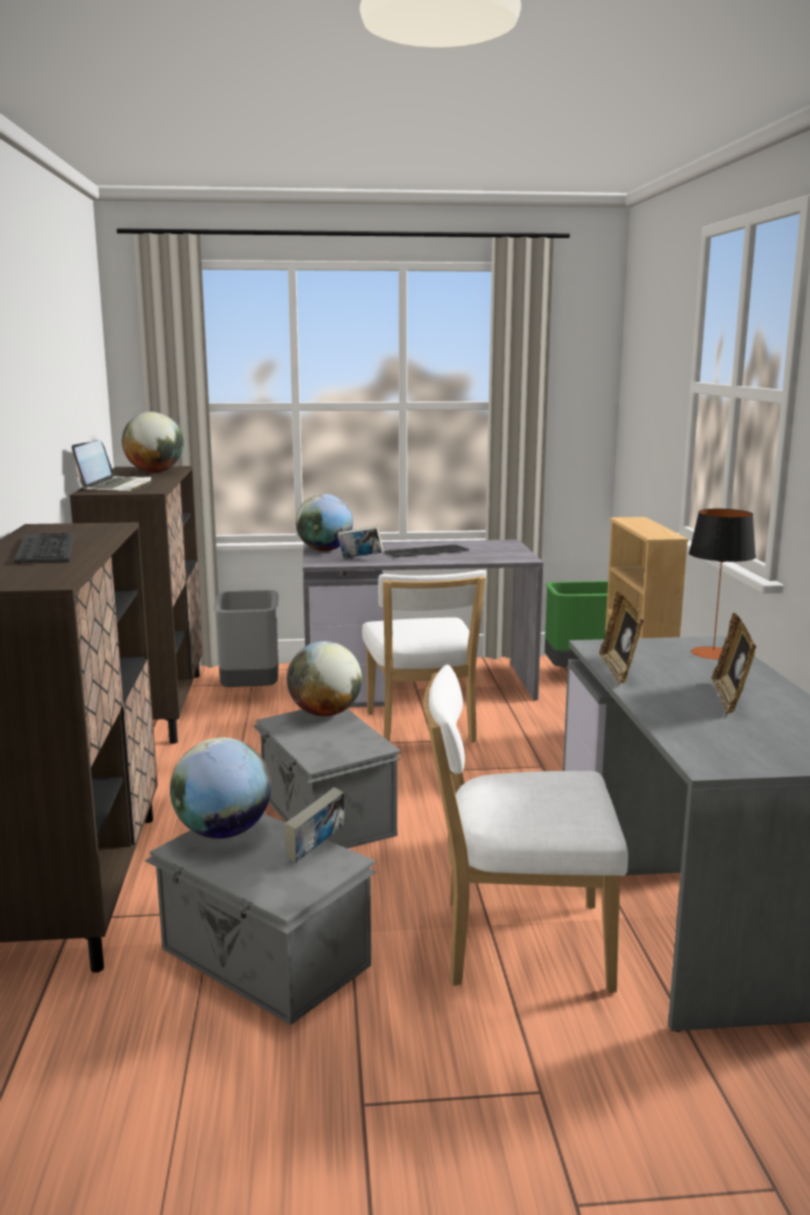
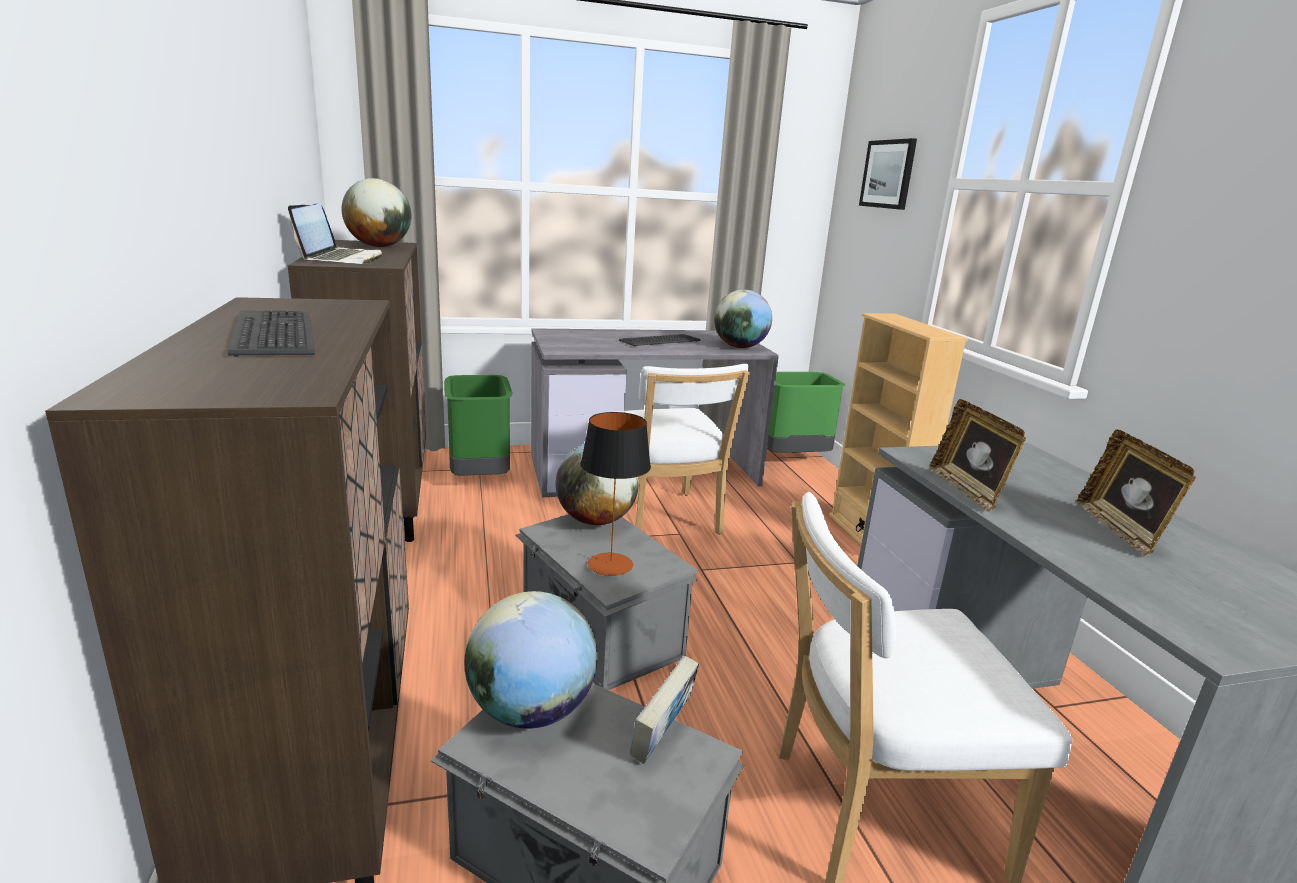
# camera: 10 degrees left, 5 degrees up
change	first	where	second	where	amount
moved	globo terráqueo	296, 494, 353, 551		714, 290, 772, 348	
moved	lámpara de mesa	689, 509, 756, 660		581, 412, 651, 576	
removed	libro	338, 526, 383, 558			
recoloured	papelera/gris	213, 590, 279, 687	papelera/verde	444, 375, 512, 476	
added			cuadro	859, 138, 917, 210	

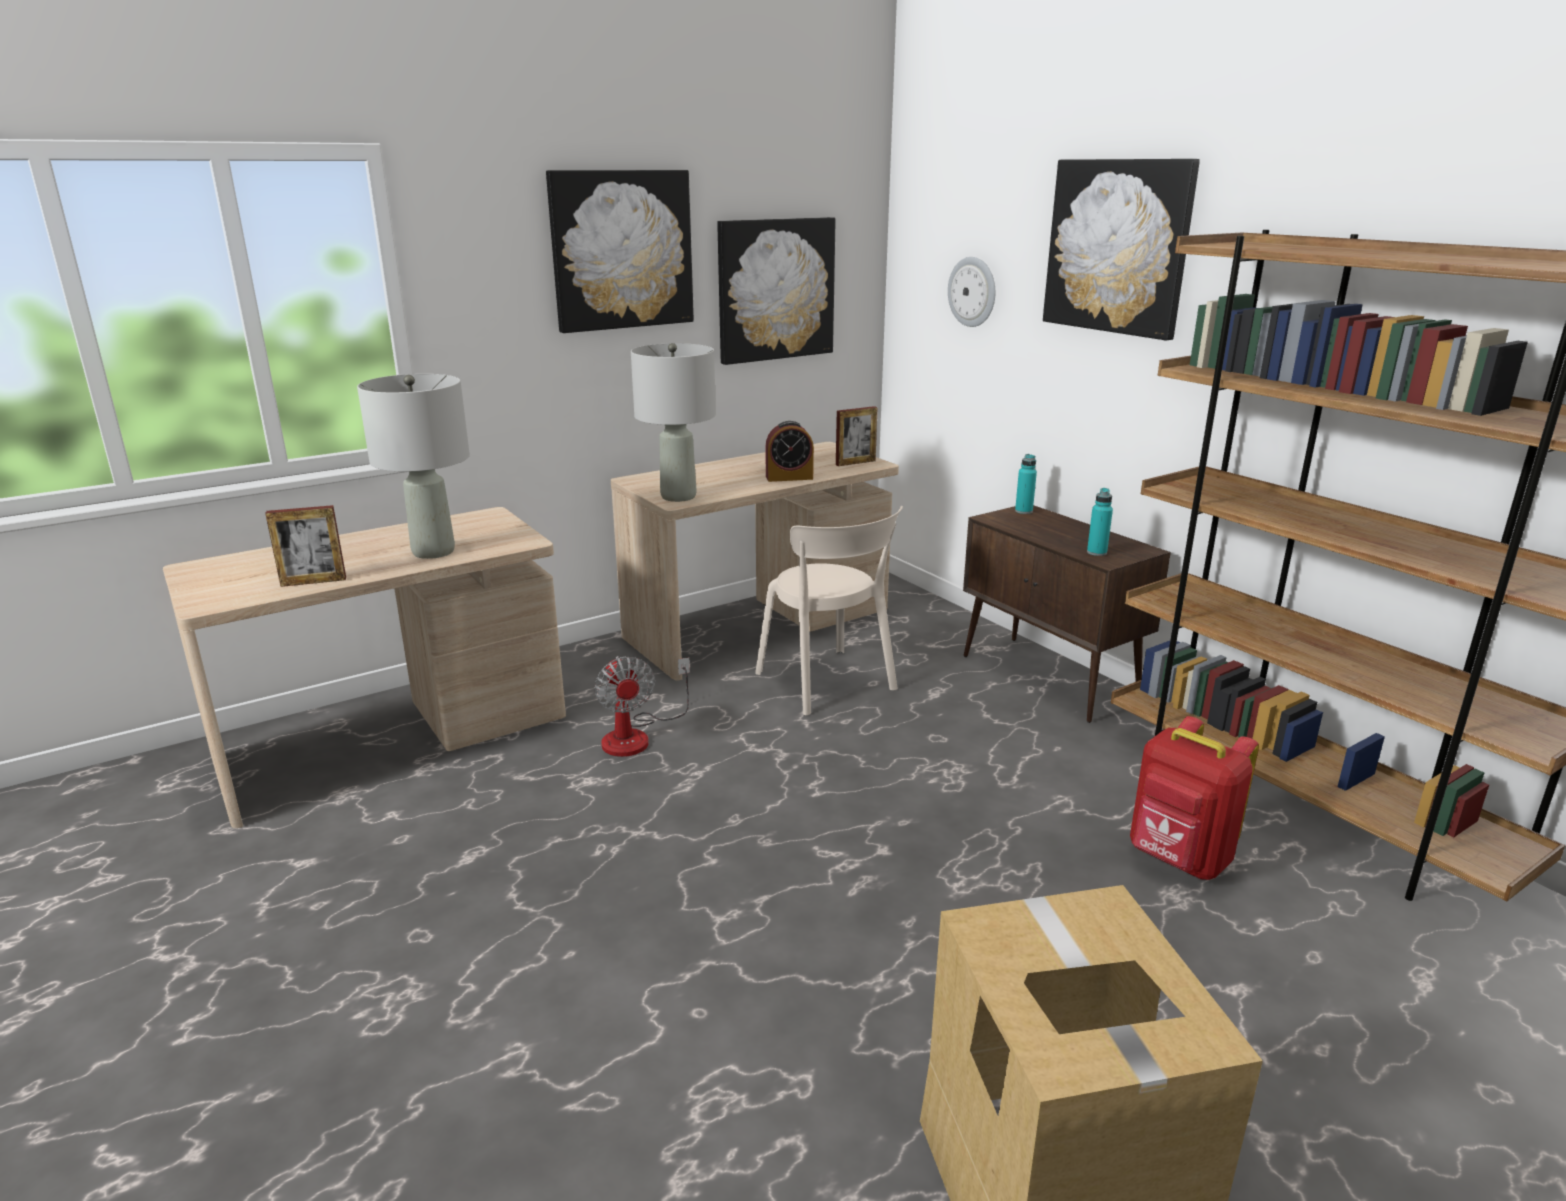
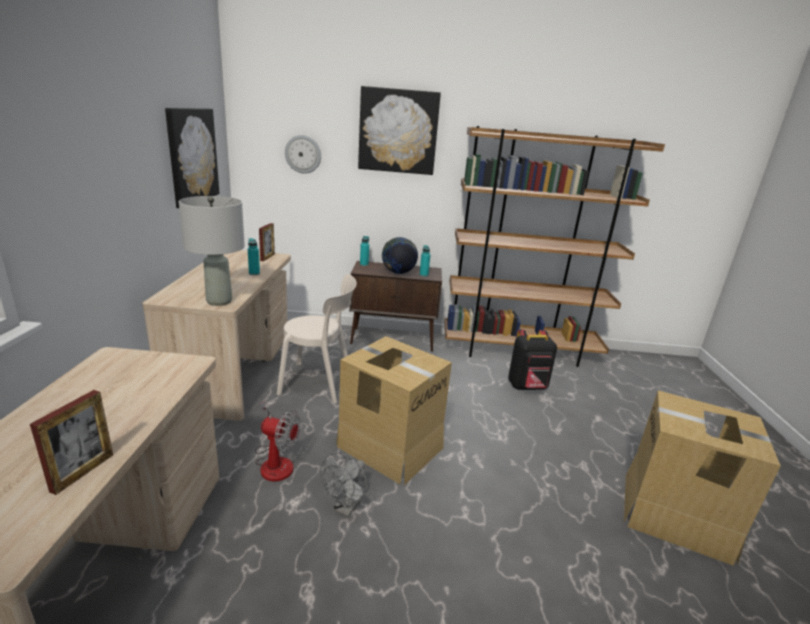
# camera: 55 degrees left, 0 degrees up
change	first	where	second	where	amount
removed	cuadro	546, 170, 694, 333			
removed	lámpara de mesa/gris	357, 374, 470, 559			
replaced	despertador	765, 421, 814, 482	botella/turquesa	248, 238, 260, 275	
recoloured	mochila/rojo	1130, 716, 1259, 880	mochila/negro	508, 329, 557, 390	
added			globo terráqueo	382, 237, 418, 274	
added			caja de cartón	336, 336, 452, 485	
added			ventilador/gris	320, 452, 367, 517	

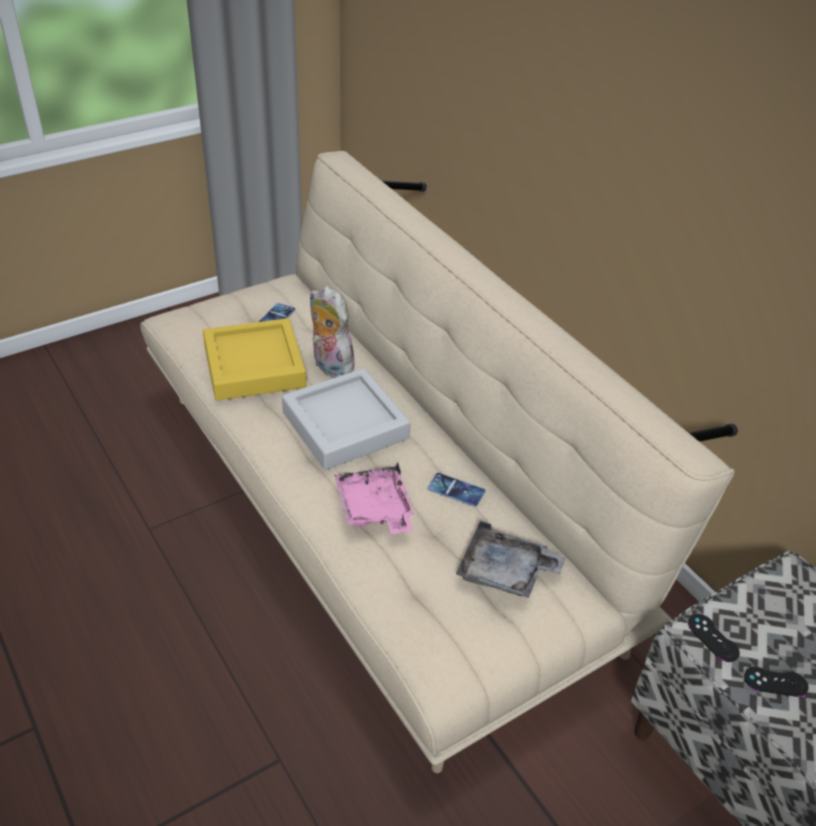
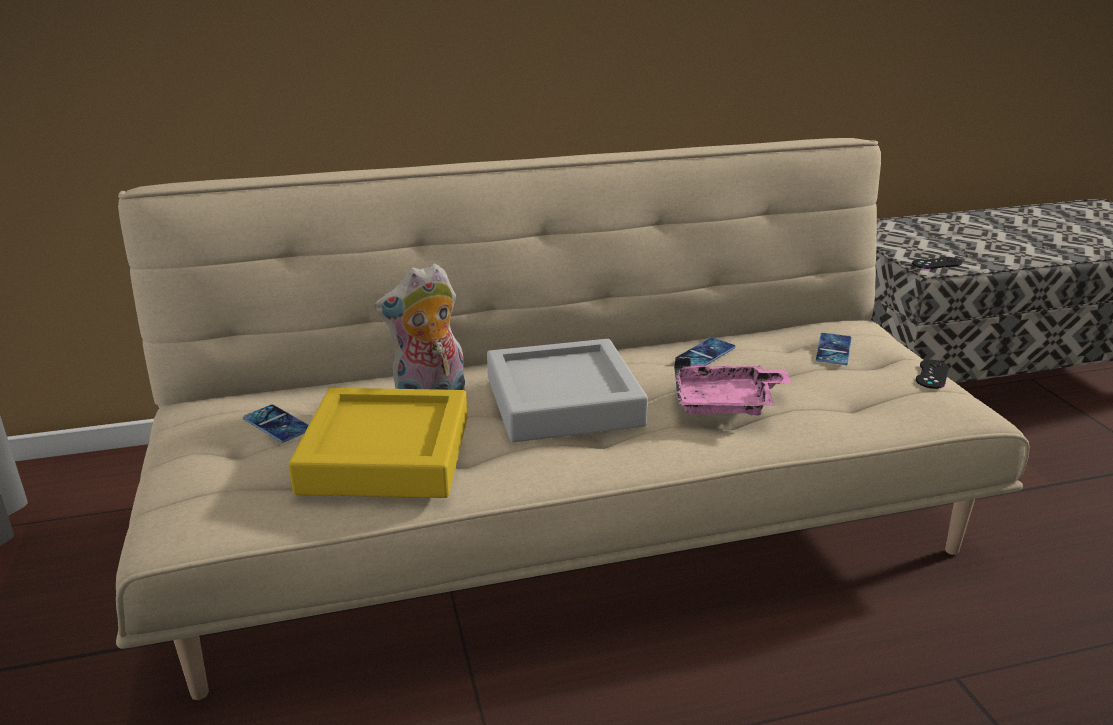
# camera: 70 degrees left, 15 degrees down
change	first	where	second	where	amount
replaced	bandeja/gris	456, 521, 566, 598	móvil	815, 333, 852, 365	
moved	mando de consola/negro	744, 667, 809, 697		916, 359, 949, 389	

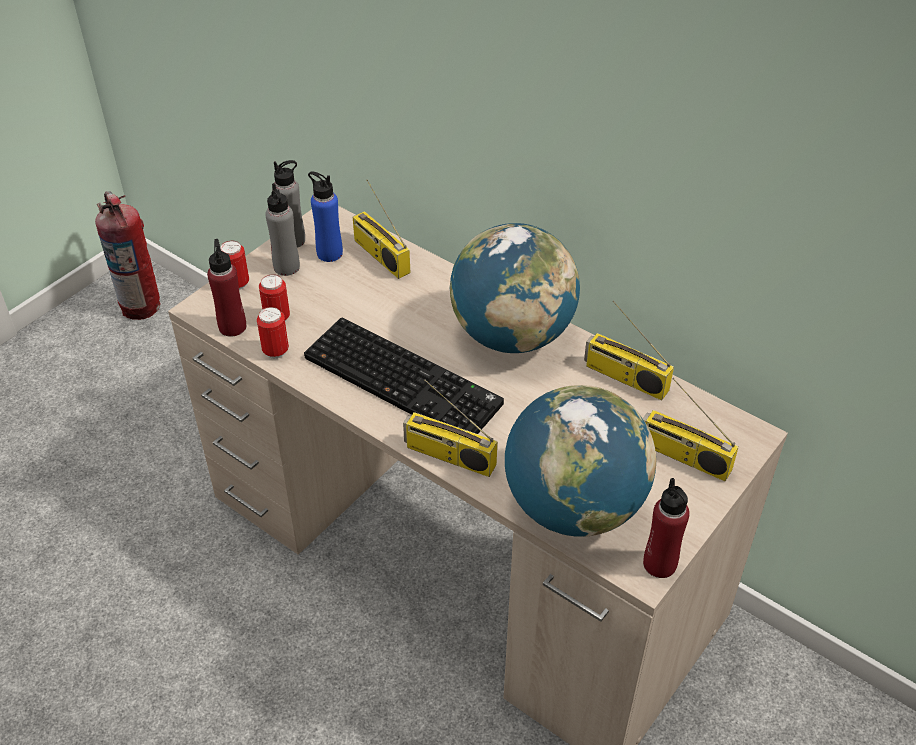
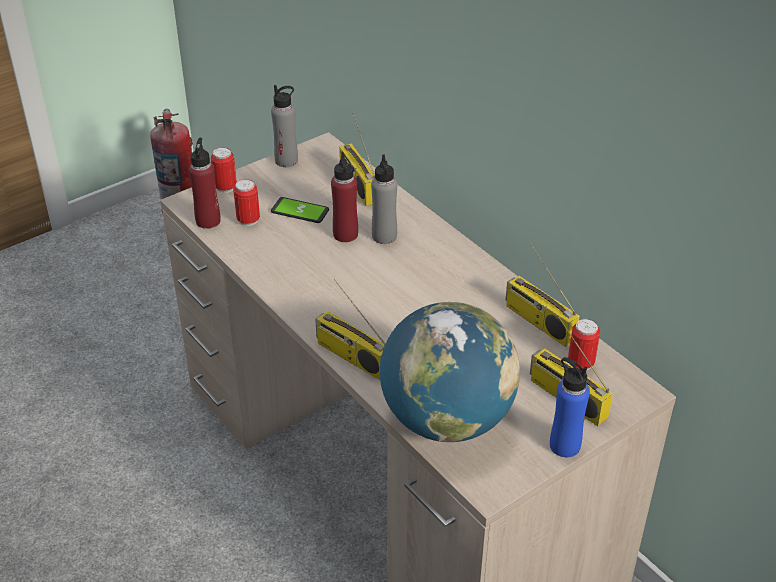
# camera: 15 degrees right, 5 degrees down
change	first	where	second	where	amount
moved	botella/azul	308, 171, 343, 262		550, 357, 590, 457	
moved	botella/gris	265, 183, 300, 276		371, 154, 397, 244	
removed	globo terráqueo	450, 223, 580, 353			
moved	lata	257, 307, 289, 359		568, 319, 600, 370	
removed	teclado	304, 318, 504, 434			
moved	botella/rojo	643, 478, 690, 578		331, 153, 358, 242	
added			móvil	271, 197, 329, 223	

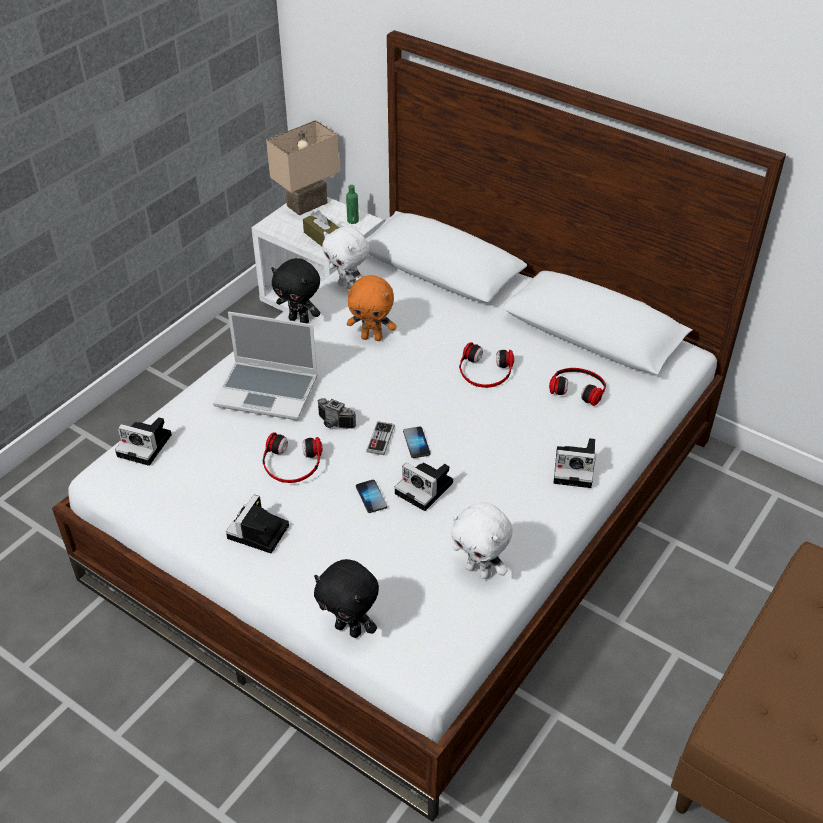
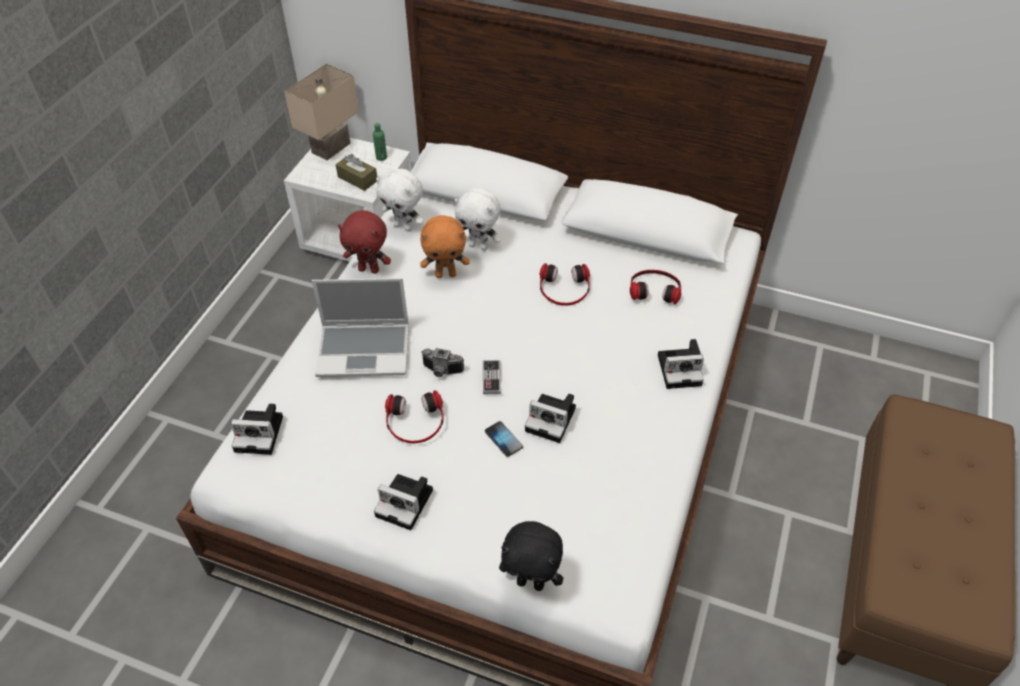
# camera: 15 degrees left, 5 degrees up
change	first	where	second	where	amount
recoloured	peluche/negro	271, 258, 320, 323	peluche/rojo	338, 210, 391, 274	
removed	móvil	403, 427, 431, 458			
turned	cámara	226, 495, 289, 553		374, 474, 433, 530	75 degrees counterclockwise
moved	peluche/blanco	451, 502, 513, 579		454, 187, 501, 251	

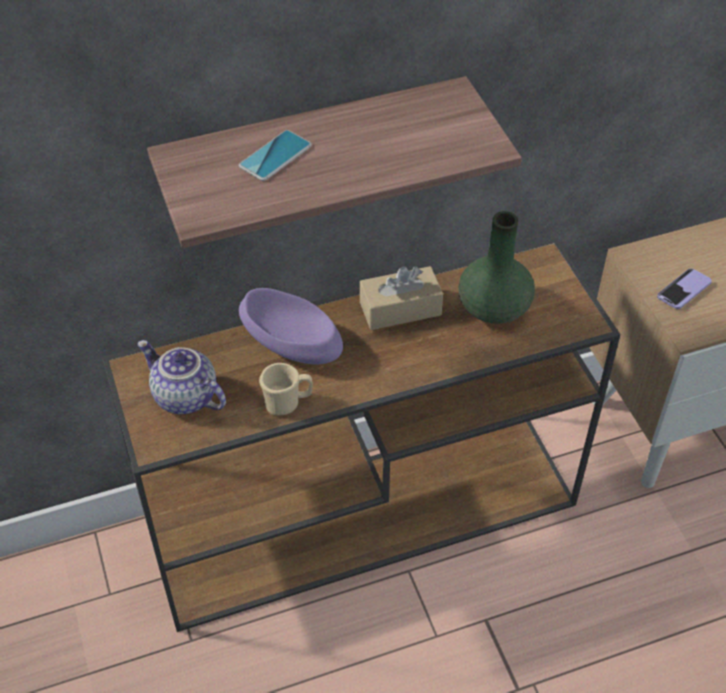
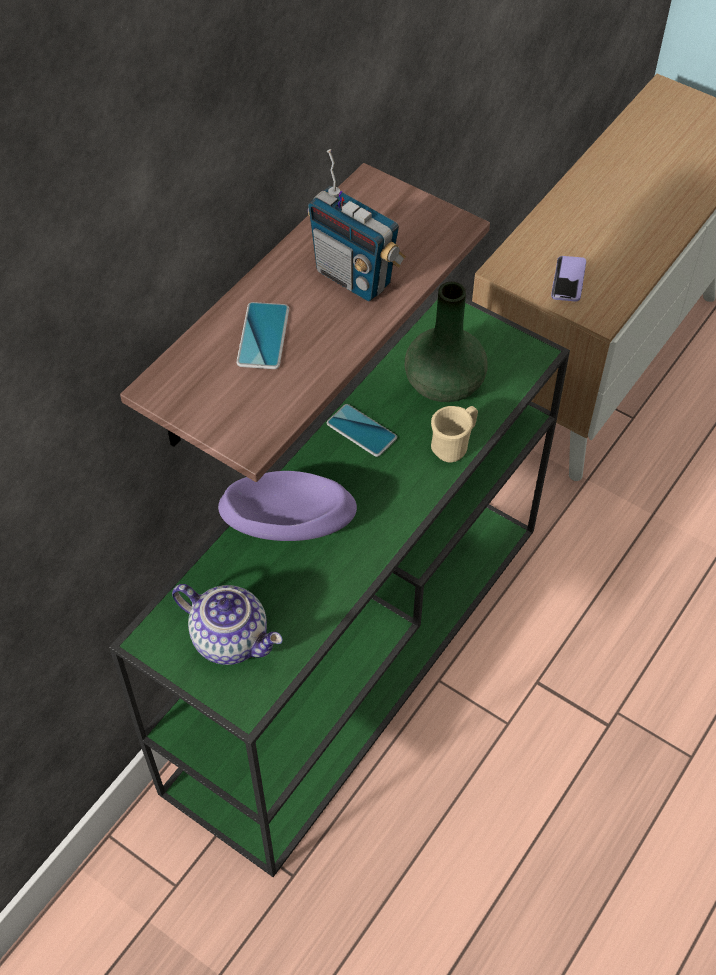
# camera: 35 degrees left, 5 degrees up
change	first	where	second	where	amount
recoloured	mesa consola/marrón	102, 238, 620, 632	mesa consola/verde	109, 291, 570, 877	
replaced	caja de pañuelos/beis	360, 266, 443, 330	móvil	327, 404, 397, 457	
turned	tetera	137, 340, 226, 414		172, 584, 282, 665	150 degrees counterclockwise
moved	taza grande/beis	259, 363, 313, 416		431, 406, 478, 463	
added			radio	308, 149, 406, 301	

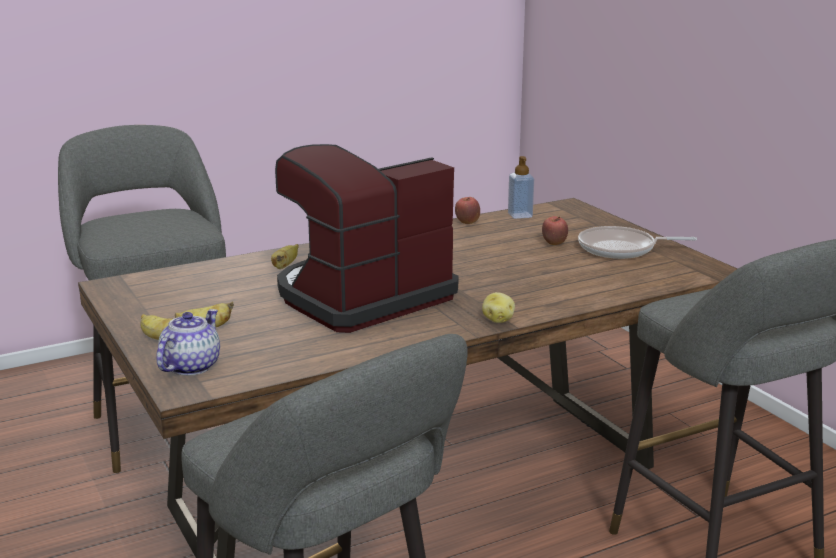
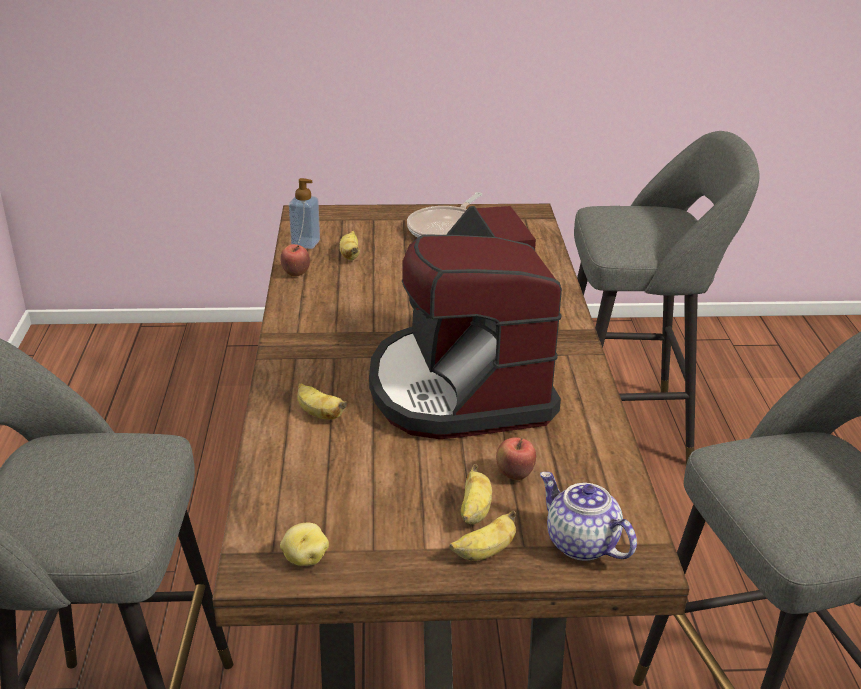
# camera: 65 degrees left, 10 degrees up
change	first	where	second	where	amount
moved	manzana	542, 216, 568, 245		496, 437, 536, 480	
moved	patata	482, 292, 515, 323		280, 523, 329, 566	
added			plátano	339, 231, 360, 260	

